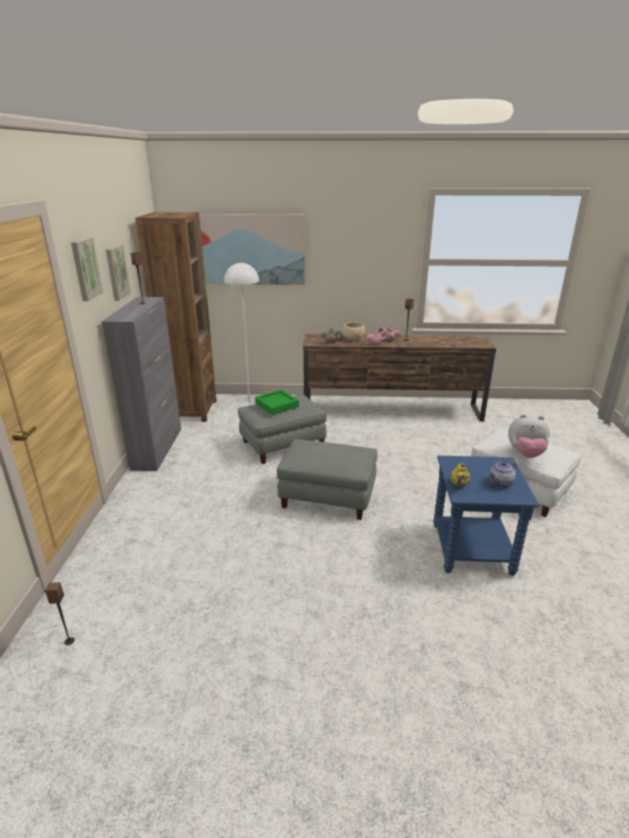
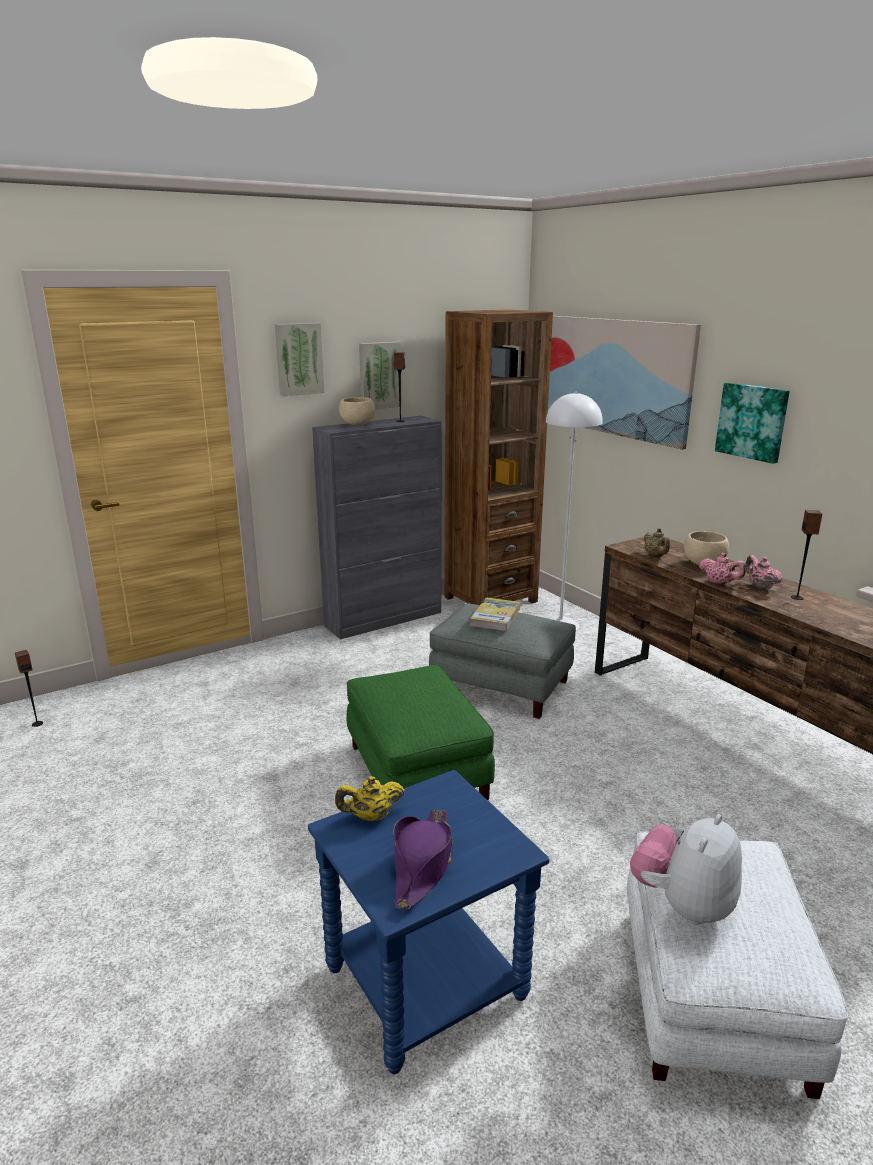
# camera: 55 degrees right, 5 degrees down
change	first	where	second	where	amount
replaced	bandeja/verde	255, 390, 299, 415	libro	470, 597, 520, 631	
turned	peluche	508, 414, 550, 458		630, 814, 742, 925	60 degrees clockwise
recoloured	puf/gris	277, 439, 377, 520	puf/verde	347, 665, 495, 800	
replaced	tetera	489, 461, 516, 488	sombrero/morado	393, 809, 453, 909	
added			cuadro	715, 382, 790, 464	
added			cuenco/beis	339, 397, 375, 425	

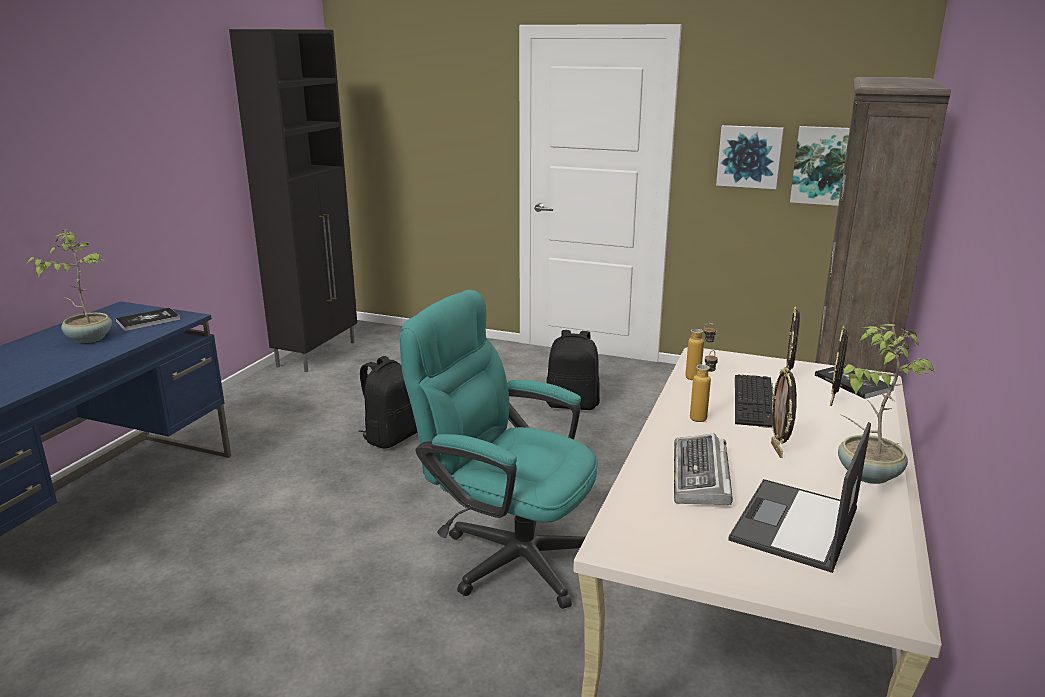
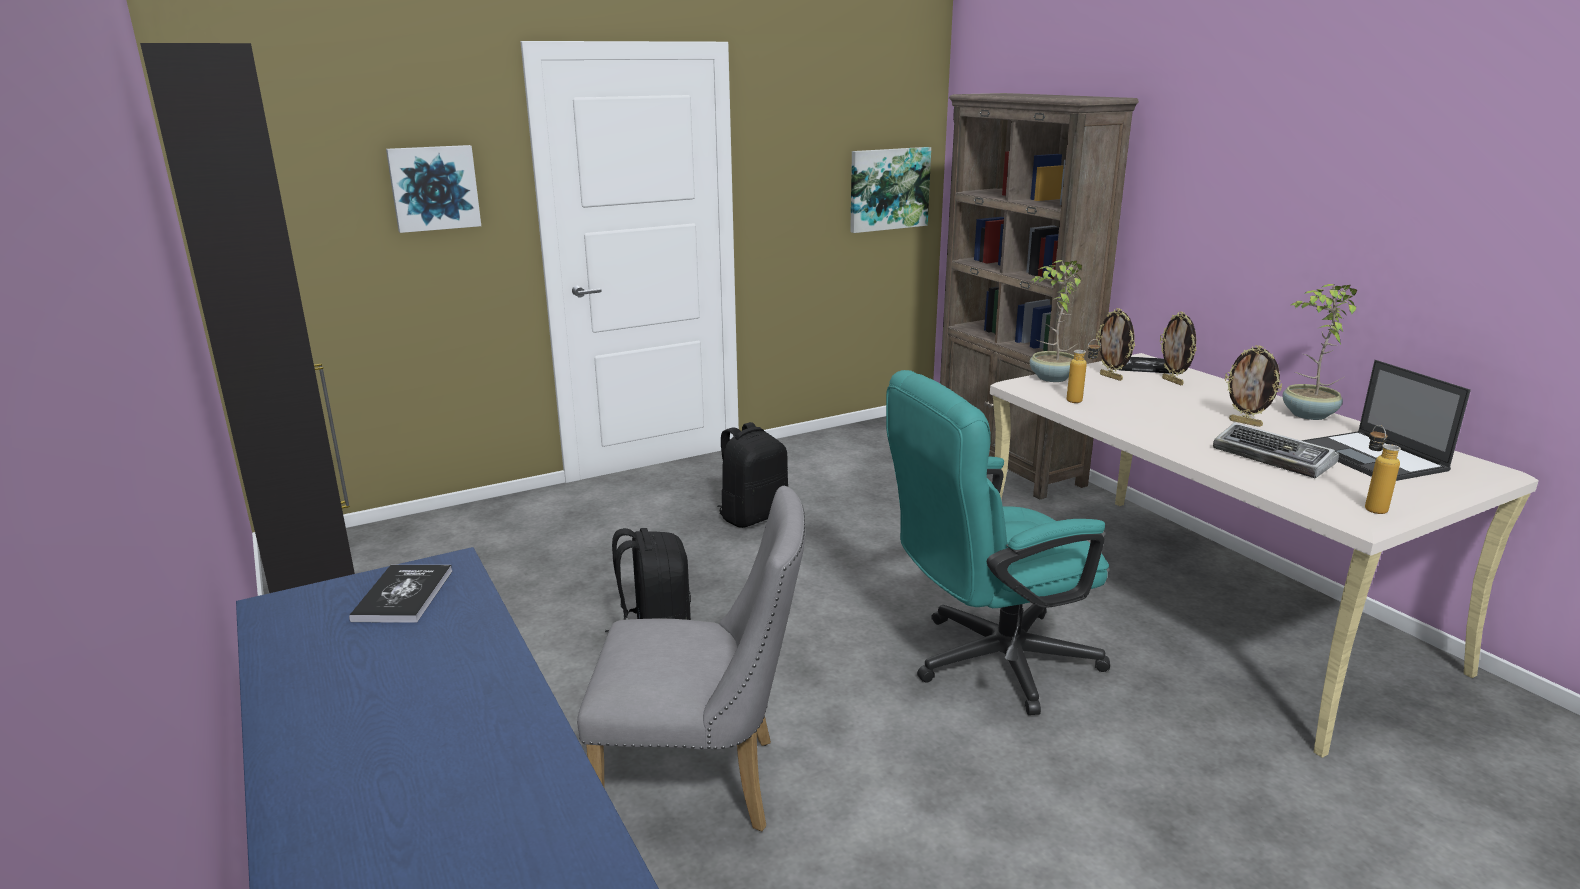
# camera: 50 degrees left, 0 degrees up
change	first	where	second	where	amount
moved	cuadro	716, 125, 784, 189		386, 145, 481, 233	
moved	planta en maceta	27, 229, 112, 343		1029, 260, 1082, 382	
moved	botella	690, 350, 718, 422		1365, 425, 1401, 514	
removed	teclado	735, 375, 774, 428			
added			silla/gris	577, 486, 805, 832	

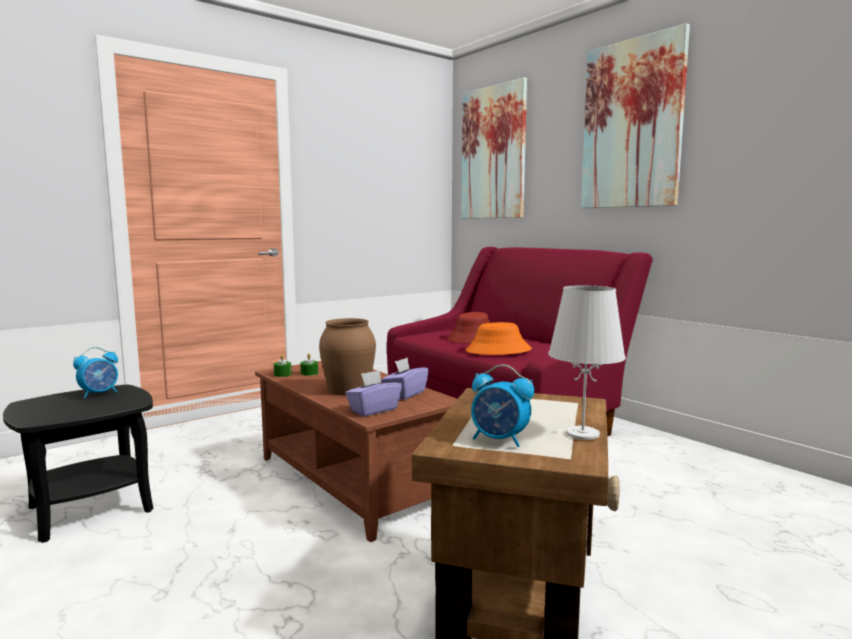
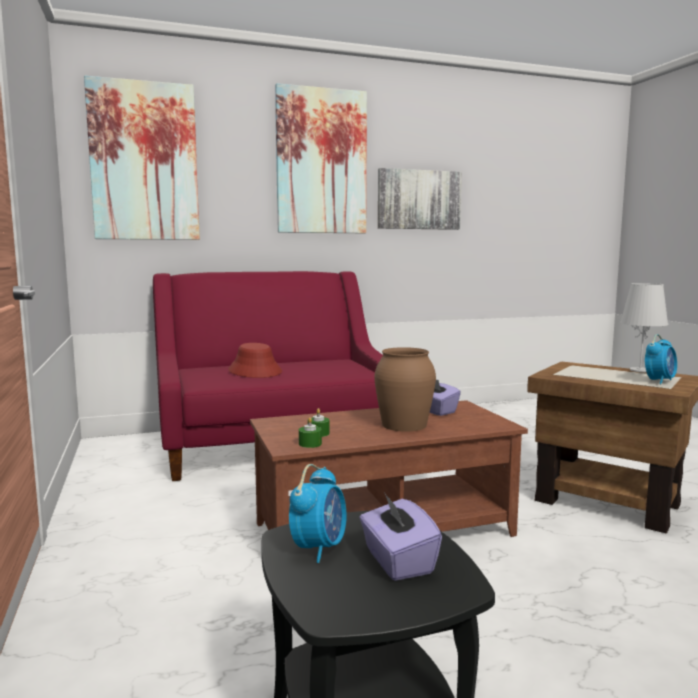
# camera: 70 degrees left, 0 degrees up
change	first	where	second	where	amount
removed	sombrero/naranja	466, 322, 532, 355			
turned	despertador	73, 347, 118, 398		289, 464, 347, 563	45 degrees clockwise
moved	caja de pañuelos/morado	345, 370, 402, 416		360, 492, 442, 581	
added			cuadro	378, 168, 462, 230	

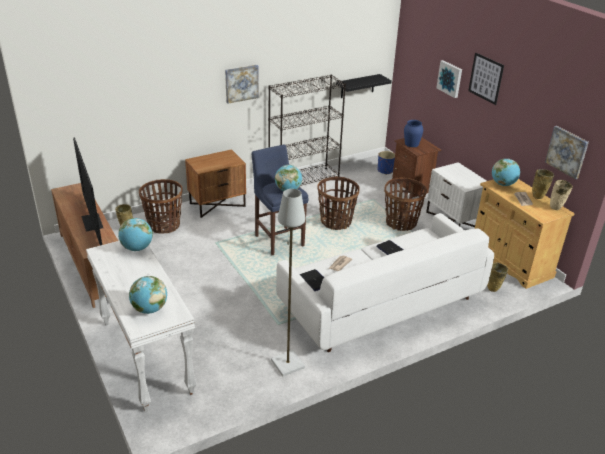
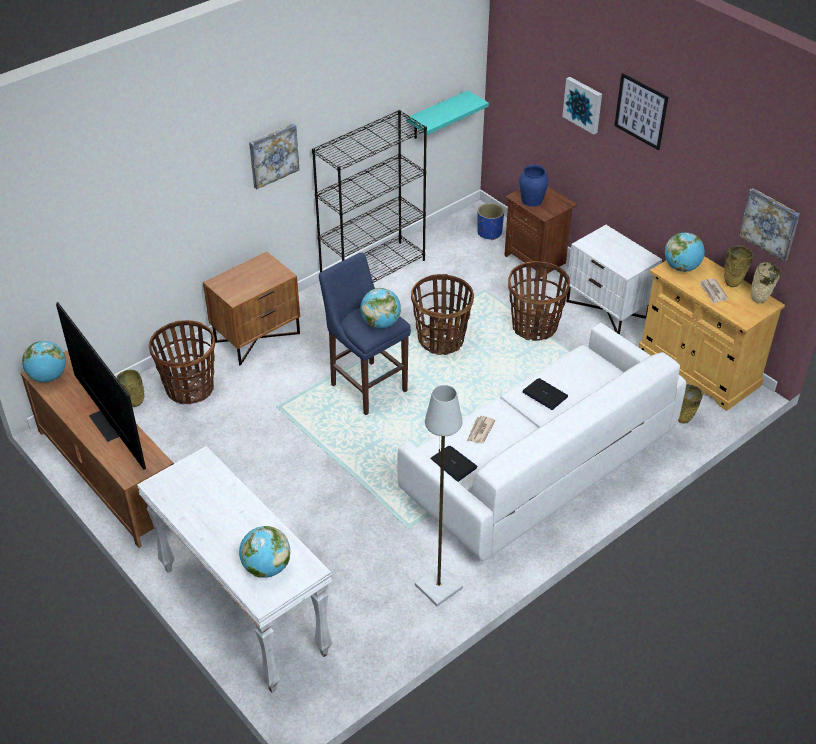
# camera: 10 degrees left, 10 degrees up
change	first	where	second	where	amount
recoloured	estante/negro	336, 74, 392, 98	estante/turquesa	406, 90, 489, 139	
moved	globo terráqueo	118, 218, 153, 251		22, 341, 66, 382	

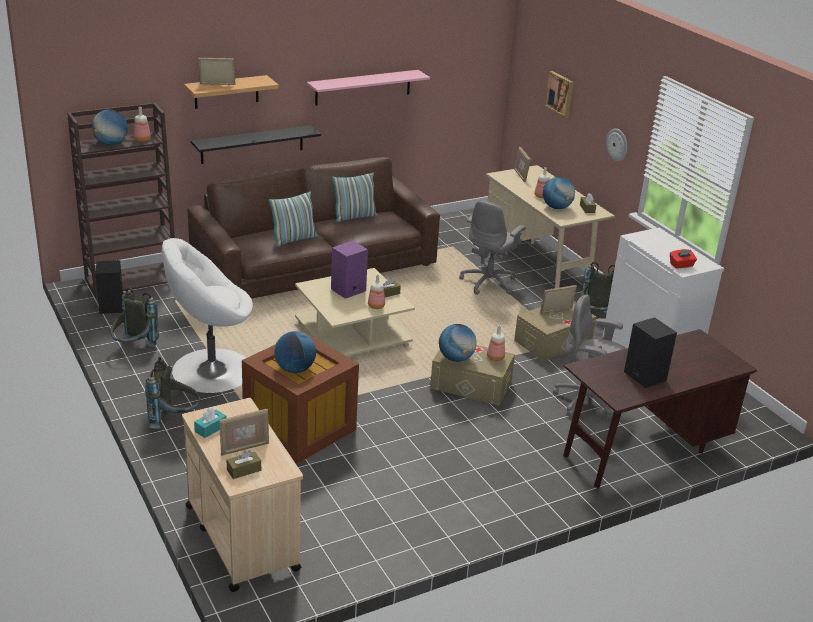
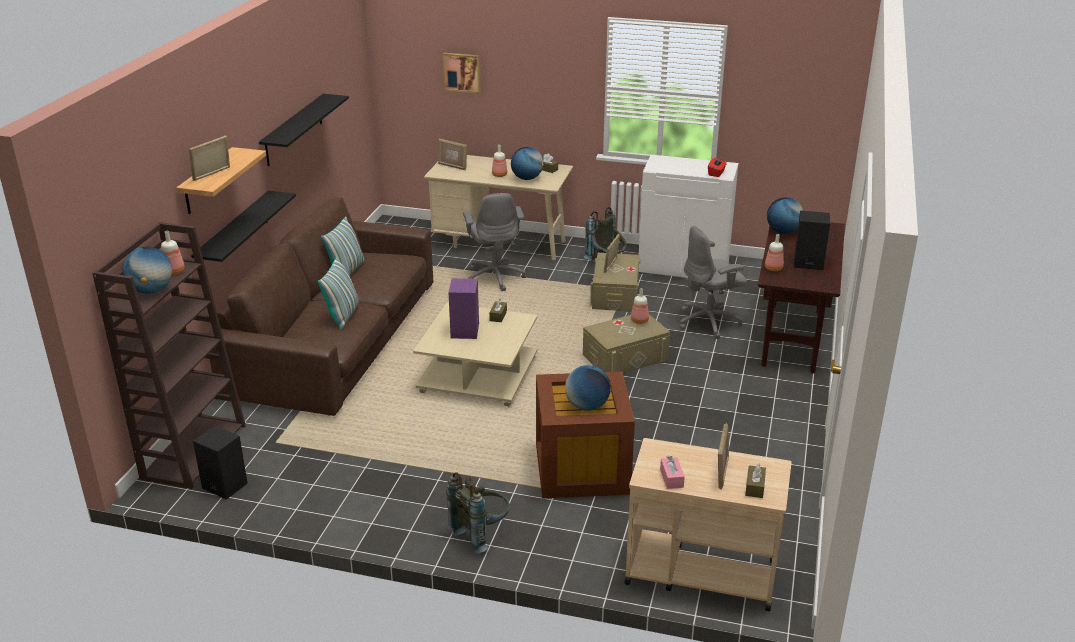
# camera: 45 degrees left, 0 degrees up
change	first	where	second	where	amount
recoloured	estante/rosa	307, 70, 430, 106	estante/negro	259, 94, 349, 166	
removed	reloj de pared	606, 128, 627, 162			
removed	sillón/blanco	162, 238, 253, 394			
moved	botella	368, 275, 385, 309		765, 234, 784, 271	
removed	mochila/gris	110, 288, 159, 347			
moved	globo terráqueo	439, 324, 477, 362		767, 197, 803, 234	
recoloured	caja de pañuelos/turquesa	194, 408, 227, 438	caja de pañuelos/rosa	660, 456, 685, 489	

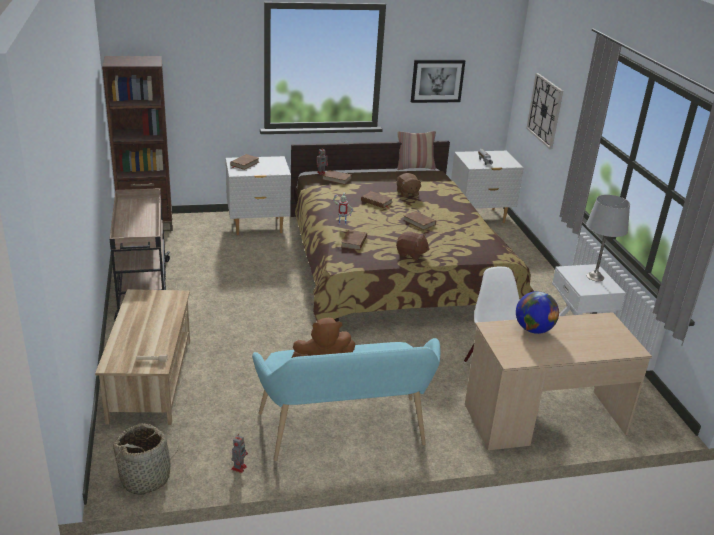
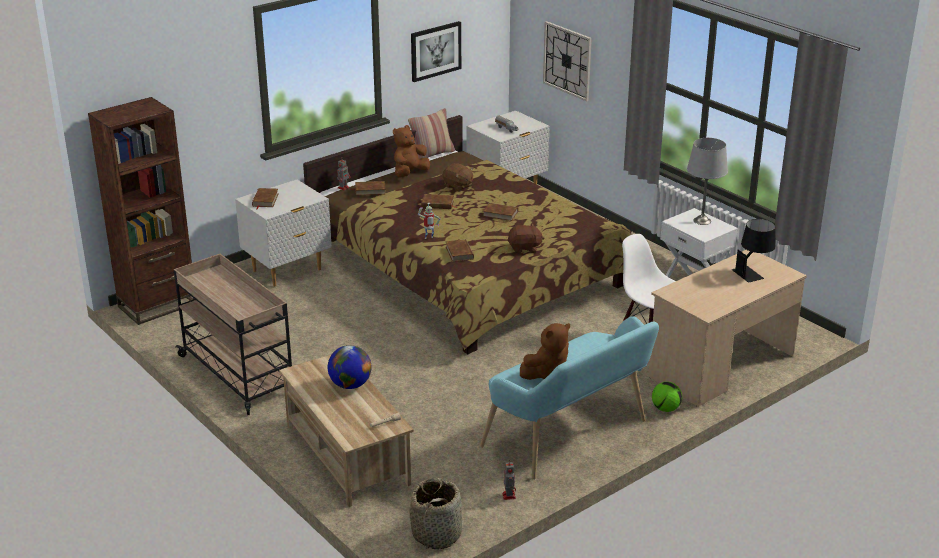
# camera: 25 degrees left, 0 degrees up
change	first	where	second	where	amount
moved	globo terráqueo	516, 291, 559, 334		328, 345, 371, 389	
added			peluche/marrón	393, 125, 430, 177	
added			lámpara de mesa/negro	732, 219, 776, 283	
added			balón de fútbol	652, 382, 682, 412	

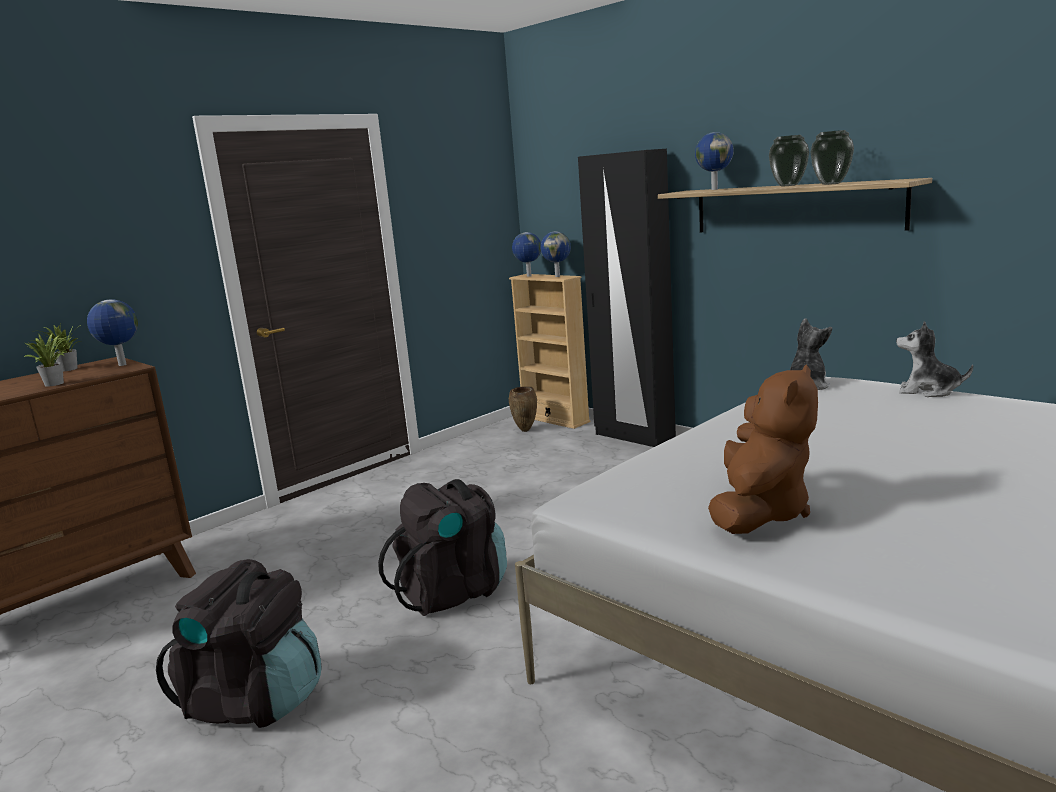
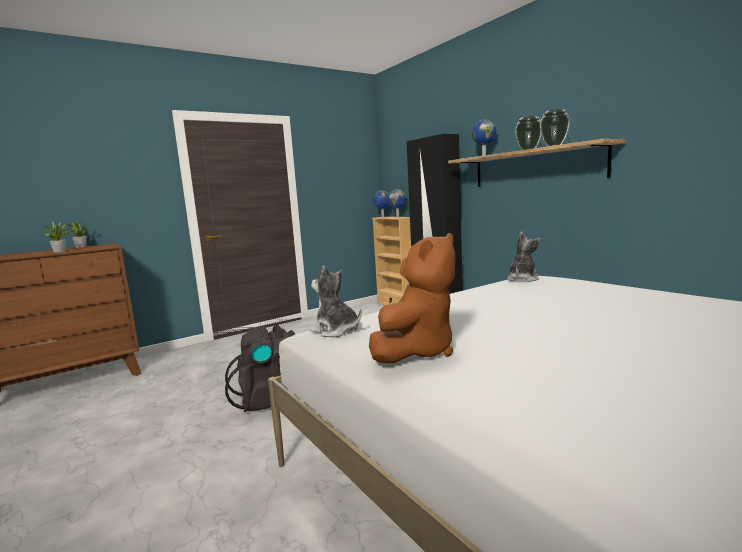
# camera: 10 degrees right, 5 degrees down
change	first	where	second	where	amount
removed	globo terráqueo	87, 299, 138, 366			
moved	peluche	896, 321, 973, 397		310, 265, 362, 337	
removed	florero/marrón	509, 386, 537, 432			
removed	mochila/negro	156, 559, 321, 728			

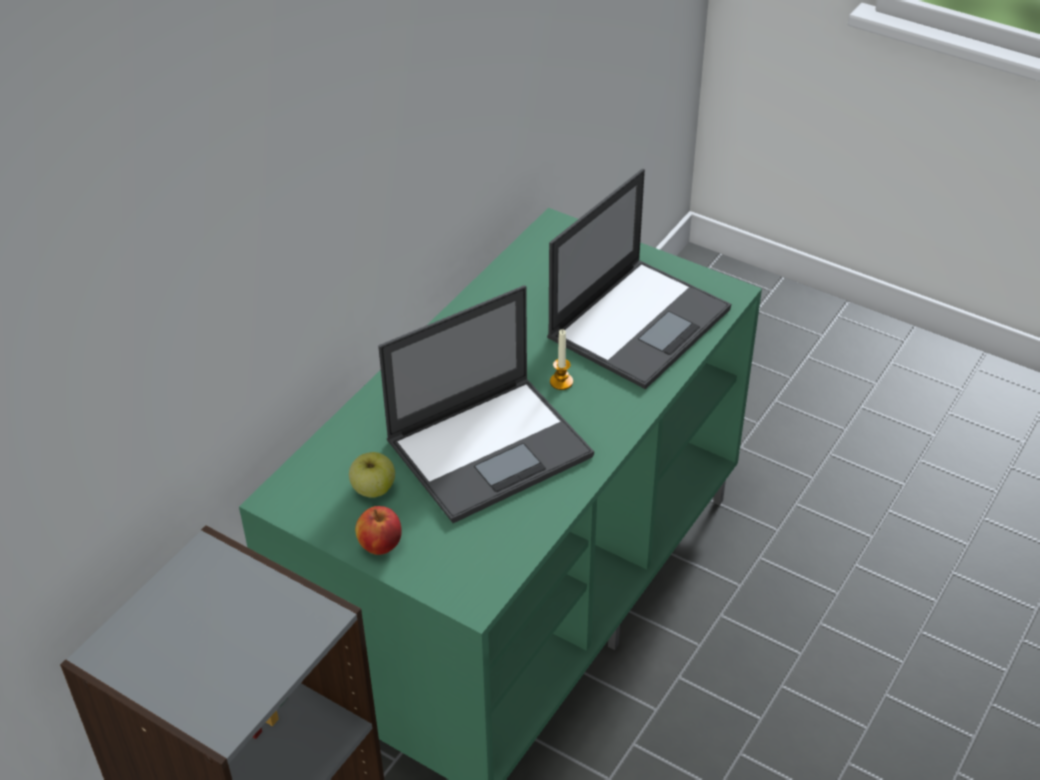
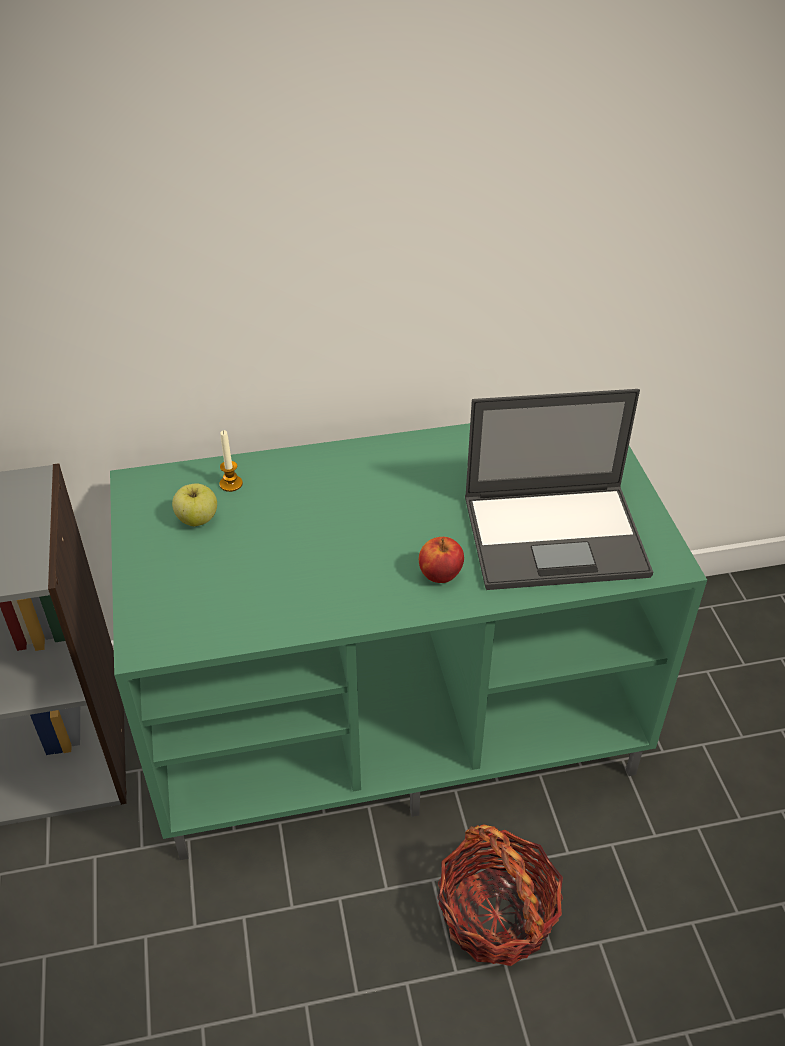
# camera: 45 degrees right, 0 degrees up
change	first	where	second	where	amount
removed	portátil	378, 285, 594, 523			
moved	vela	550, 329, 573, 390		219, 430, 243, 492	
moved	manzana	355, 506, 402, 555		419, 537, 464, 583	
added			cesta	437, 825, 563, 966	

